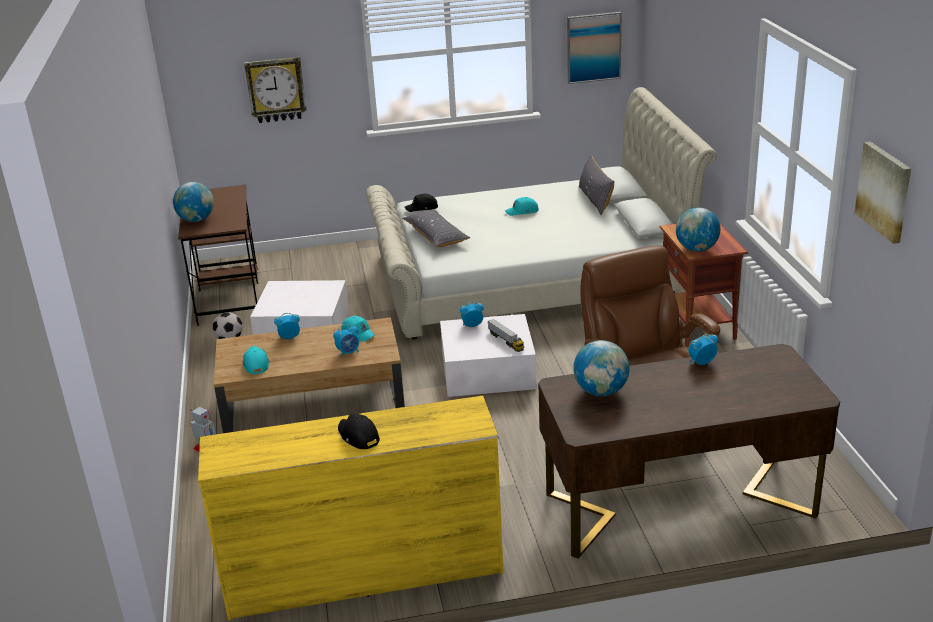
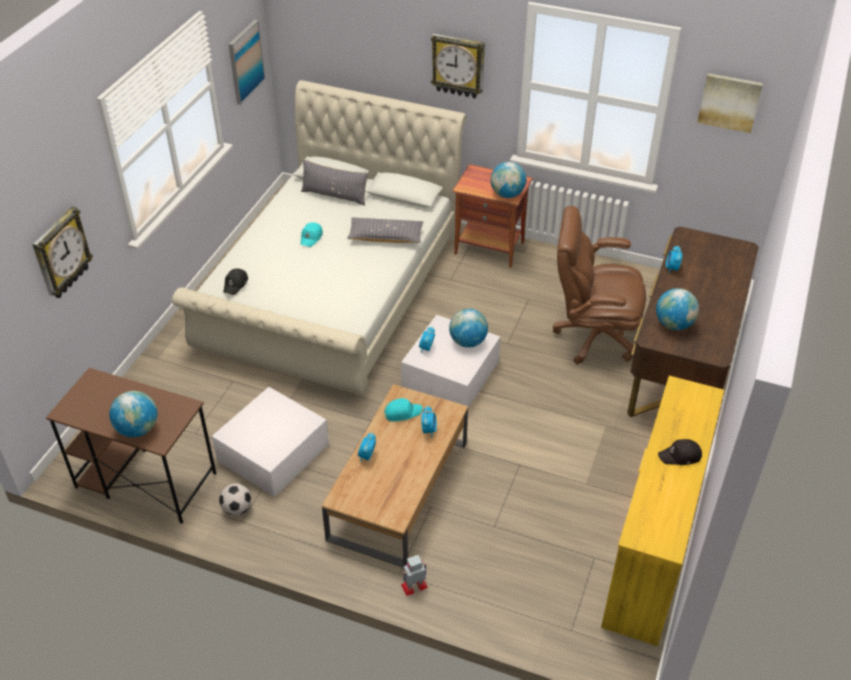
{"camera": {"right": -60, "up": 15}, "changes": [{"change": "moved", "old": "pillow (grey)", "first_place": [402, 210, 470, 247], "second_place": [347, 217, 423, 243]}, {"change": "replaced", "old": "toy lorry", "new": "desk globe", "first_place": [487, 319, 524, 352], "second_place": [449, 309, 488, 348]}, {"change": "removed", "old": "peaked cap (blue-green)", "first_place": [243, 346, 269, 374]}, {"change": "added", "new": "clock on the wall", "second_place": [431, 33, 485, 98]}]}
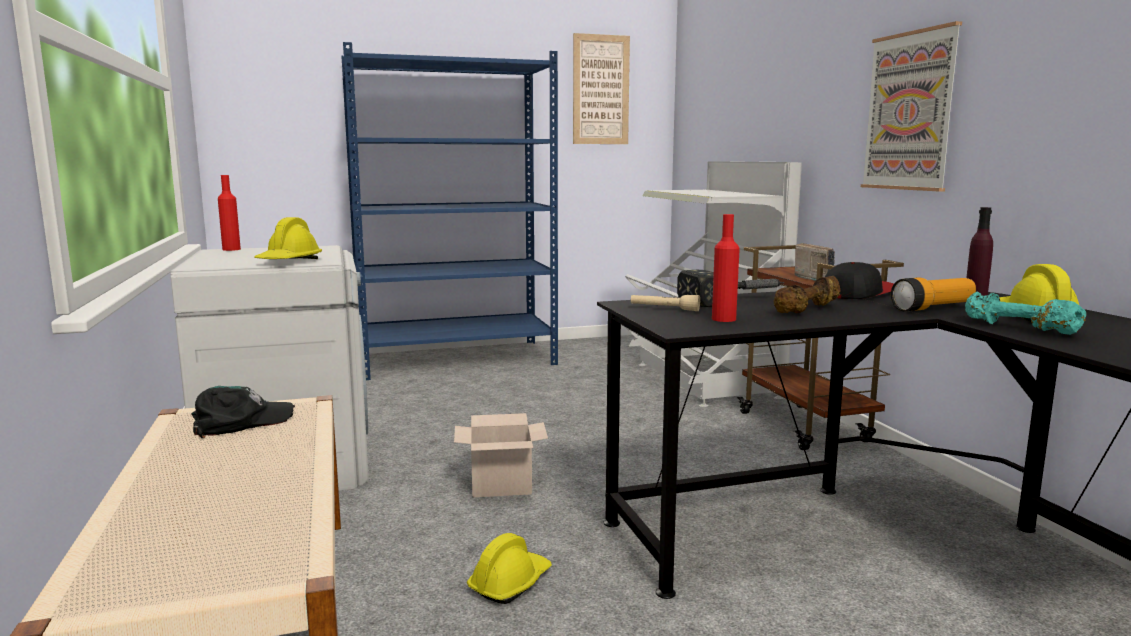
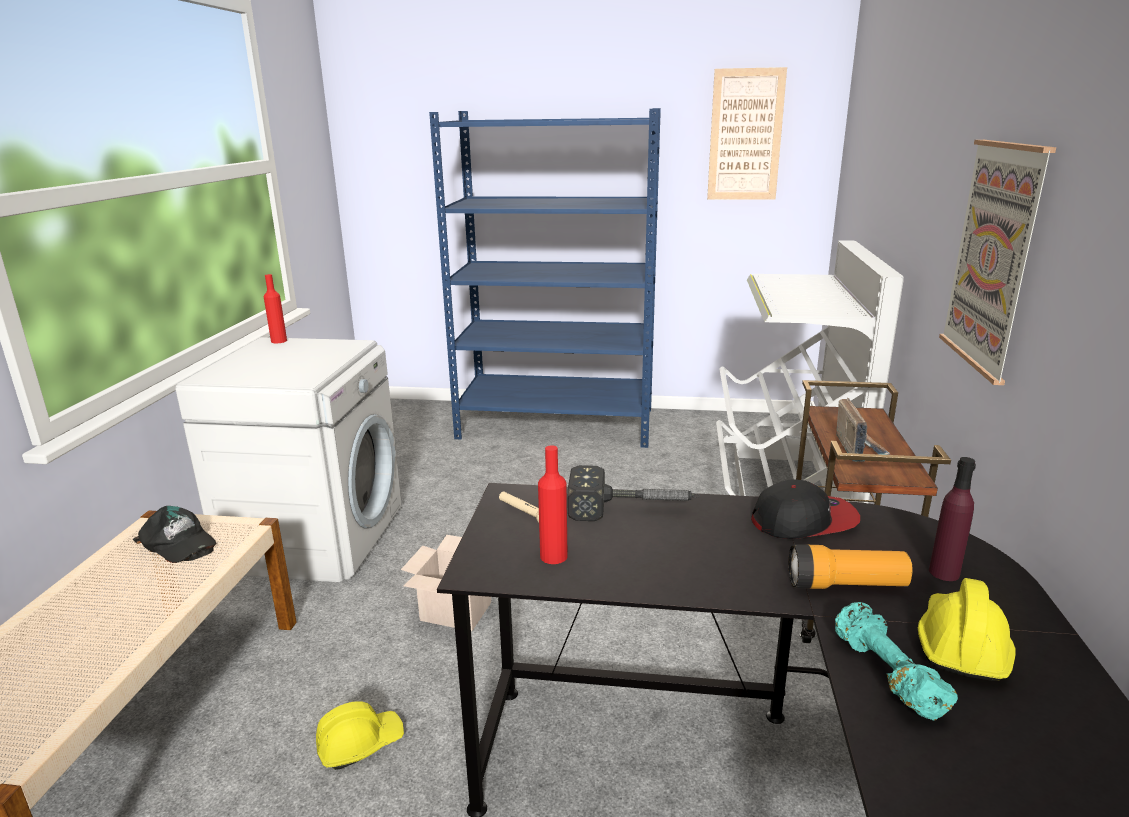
{"camera": {"right": 25, "up": 10}, "changes": [{"change": "removed", "old": "hard hat (yellow)", "first_place": [254, 217, 322, 259]}, {"change": "removed", "old": "dumbbell (brownish)", "first_place": [773, 276, 841, 313]}, {"change": "turned", "old": "peaked cap (black)", "first_place": [191, 386, 295, 438], "second_place": [133, 506, 217, 563], "degrees": 45}]}
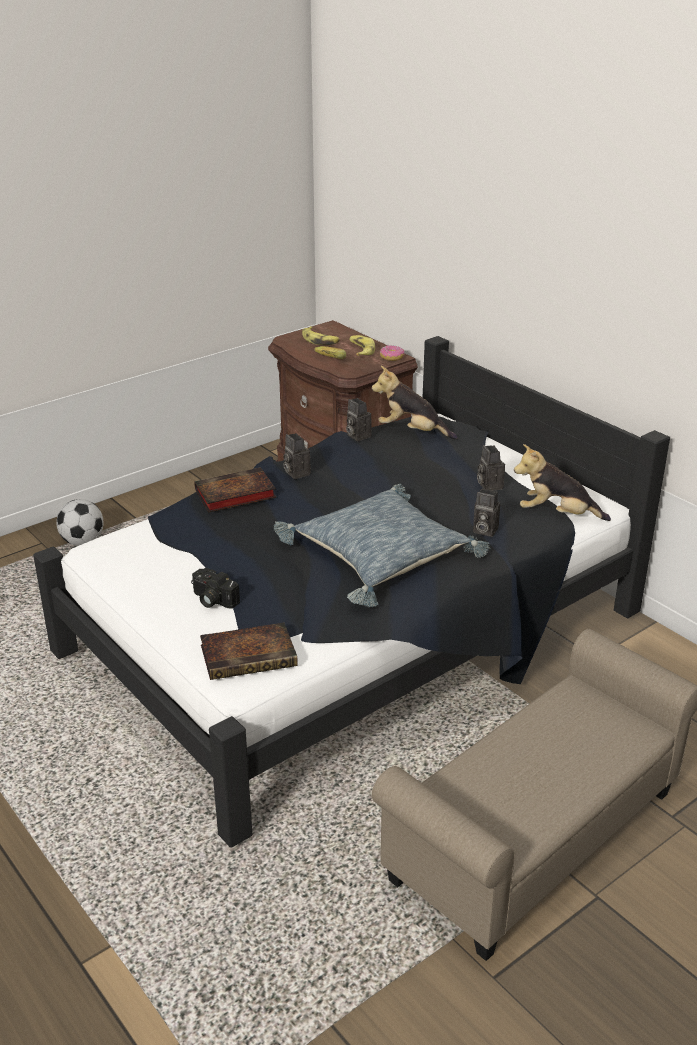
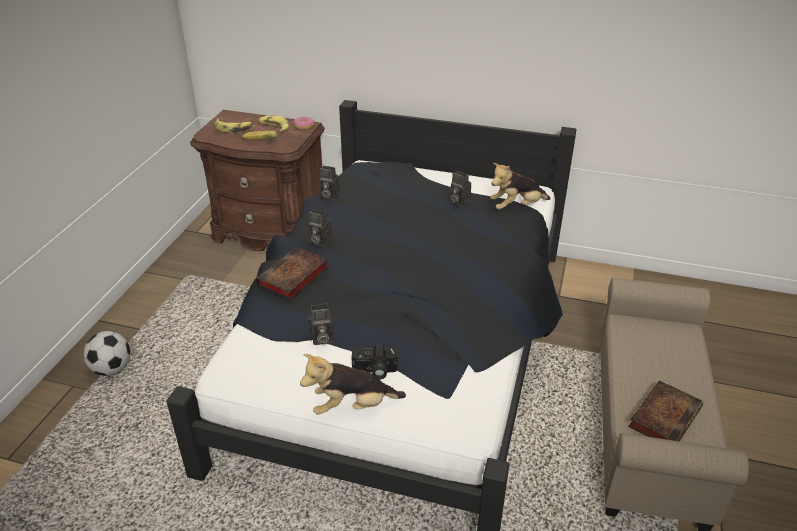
{"camera": {"right": -35, "up": 5}, "changes": [{"change": "moved", "old": "plush toy", "first_place": [372, 366, 458, 439], "second_place": [300, 354, 406, 415]}, {"change": "removed", "old": "pillow", "first_place": [273, 484, 490, 607]}, {"change": "moved", "old": "still camera", "first_place": [473, 489, 500, 537], "second_place": [307, 303, 333, 345]}, {"change": "moved", "old": "volume", "first_place": [200, 623, 298, 680], "second_place": [628, 381, 703, 441]}]}
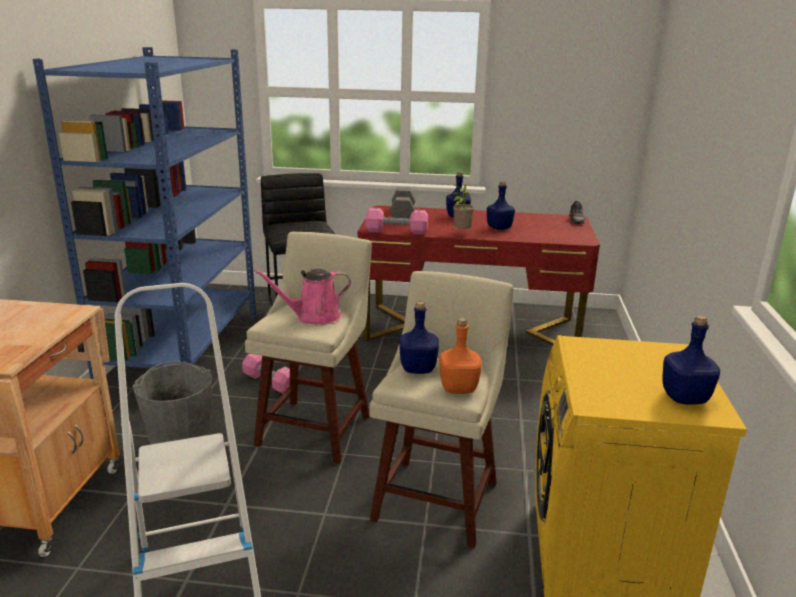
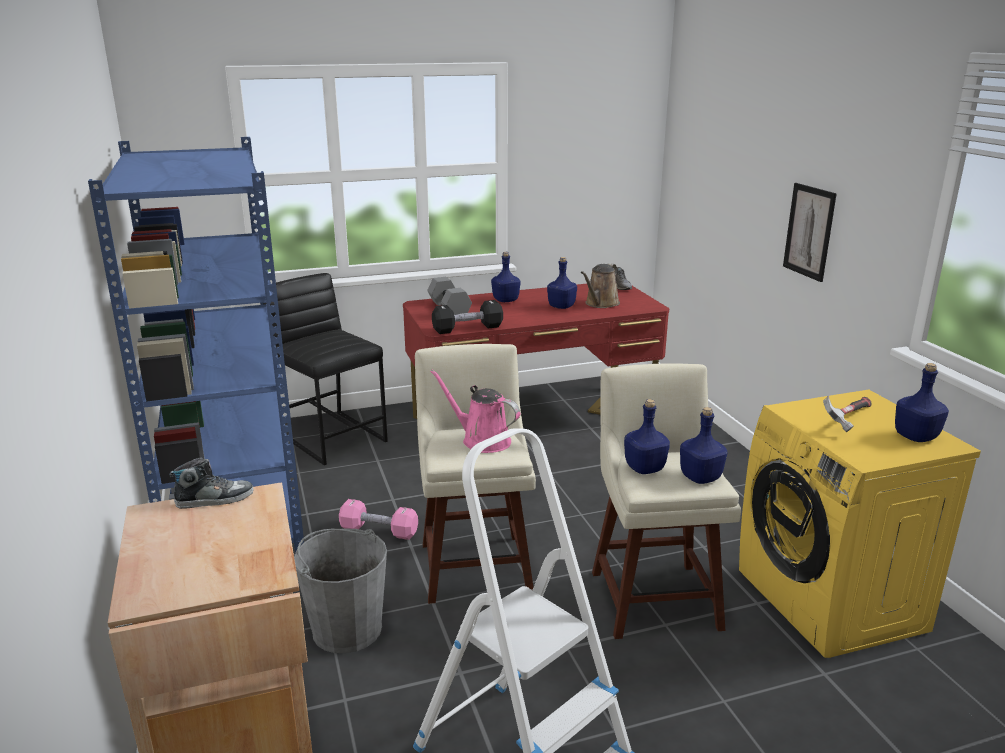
{"camera": {"right": -25, "up": 0}, "changes": [{"change": "removed", "old": "potted plant", "first_place": [453, 184, 474, 229]}, {"change": "recoloured", "old": "dumbbell (pink-coloured)", "new": "dumbbell (black)", "first_place": [365, 208, 428, 235], "second_place": [432, 300, 503, 334]}, {"change": "turned", "old": "sprinkling can (pink-coloured)", "first_place": [254, 269, 351, 325], "second_place": [430, 370, 520, 453], "degrees": 75}, {"change": "recoloured", "old": "beverage bottle (orangey)", "new": "beverage bottle (blue-coloured)", "first_place": [439, 318, 482, 394], "second_place": [680, 407, 728, 484]}, {"change": "added", "new": "wall picture", "second_place": [783, 183, 837, 282]}, {"change": "added", "new": "sprinkling can (brownish)", "second_place": [581, 263, 620, 308]}, {"change": "added", "new": "tool hammer", "second_place": [823, 395, 871, 432]}, {"change": "added", "new": "item of footwear", "second_place": [170, 457, 254, 509]}]}
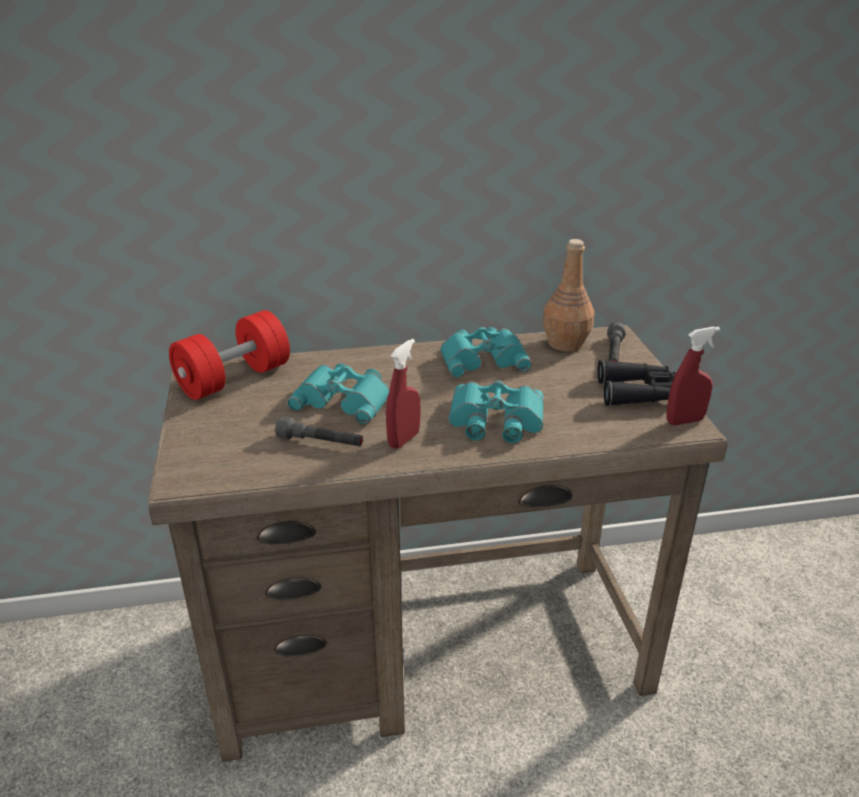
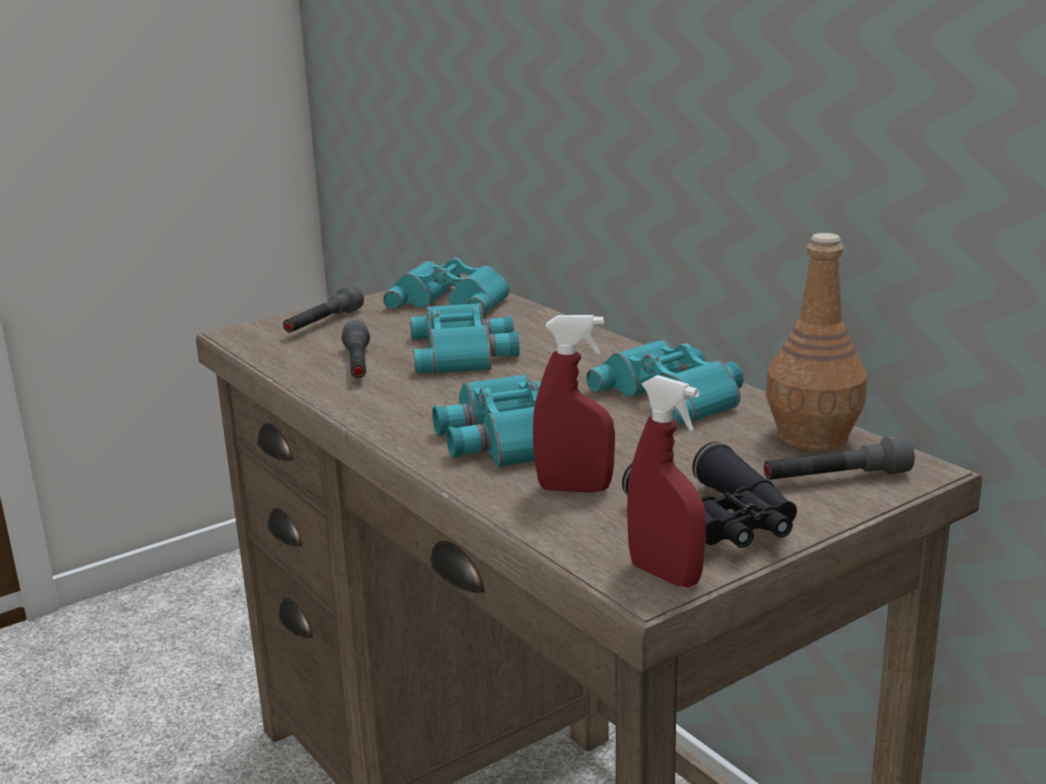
{"camera": {"right": 65, "up": -10}, "changes": [{"change": "replaced", "old": "dumbbell (red-coloured)", "new": "pair of binoculars (blue-green)", "first_place": [169, 310, 290, 400], "second_place": [383, 257, 510, 314]}, {"change": "moved", "old": "sprayer (red-coloured)", "first_place": [386, 339, 421, 449], "second_place": [533, 315, 615, 493]}, {"change": "added", "new": "hand torch (grey)", "second_place": [283, 285, 364, 333]}]}
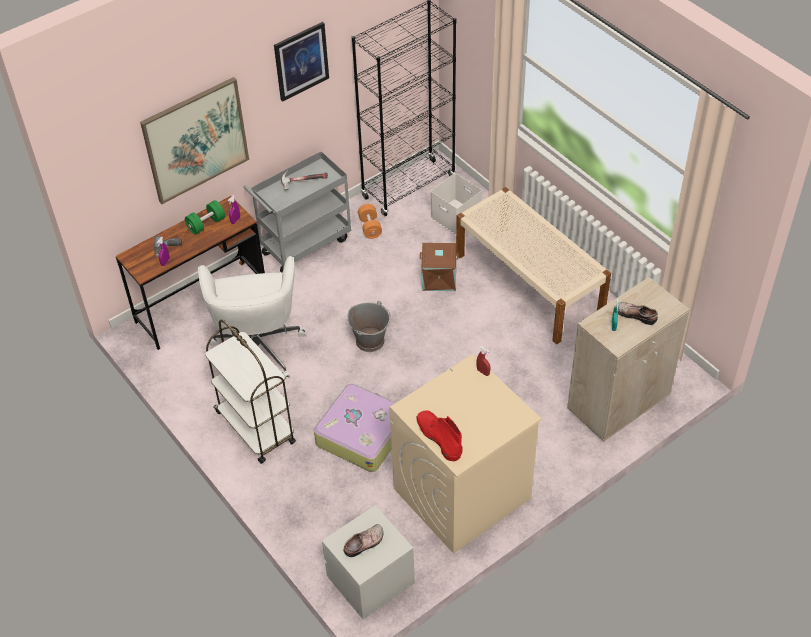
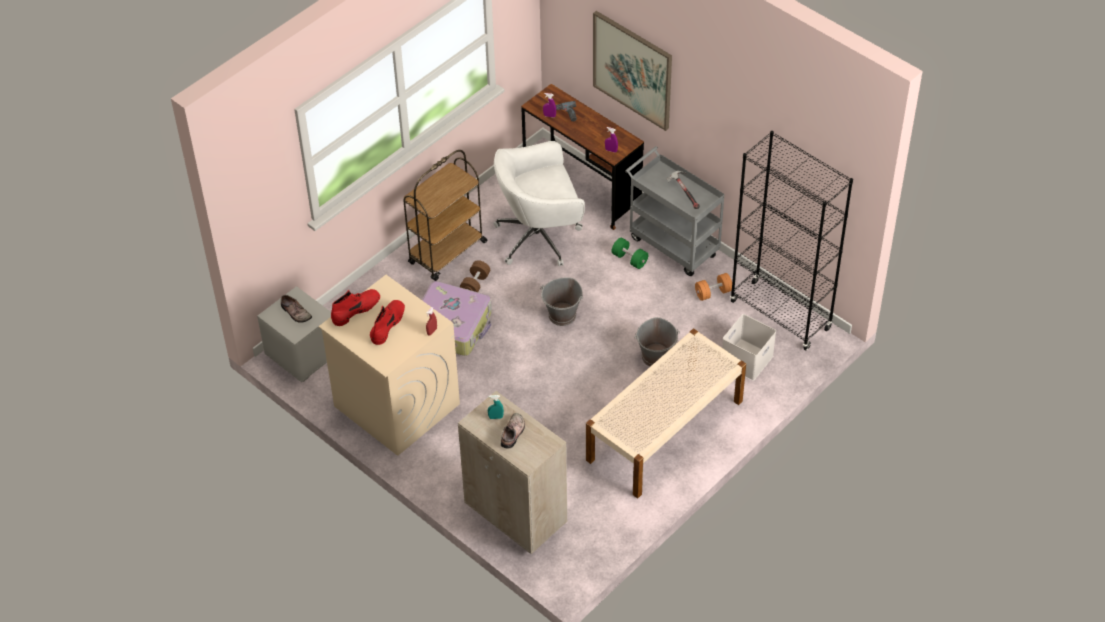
{"camera": {"right": 80, "up": 0}, "changes": [{"change": "removed", "old": "wall picture", "first_place": [274, 22, 329, 102]}, {"change": "moved", "old": "dumbbell (greenish)", "first_place": [185, 200, 225, 235], "second_place": [611, 238, 648, 269]}, {"change": "replaced", "old": "storage box (brownish)", "new": "pail (grey)", "first_place": [420, 243, 459, 291], "second_place": [634, 317, 680, 367]}, {"change": "recoloured", "old": "trolley (white-coloured)", "new": "trolley (brownish)", "first_place": [205, 320, 296, 464], "second_place": [403, 150, 487, 281]}, {"change": "added", "new": "dumbbell (brownish)", "second_place": [460, 260, 490, 292]}, {"change": "added", "new": "tall boot (red-coloured)", "second_place": [370, 300, 405, 345]}]}
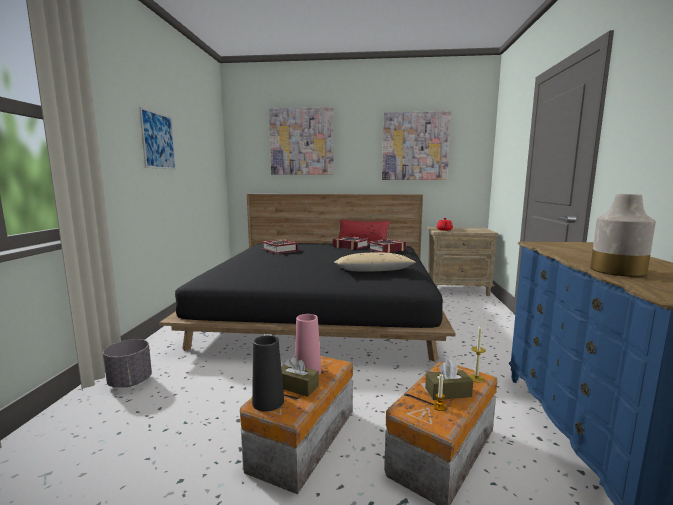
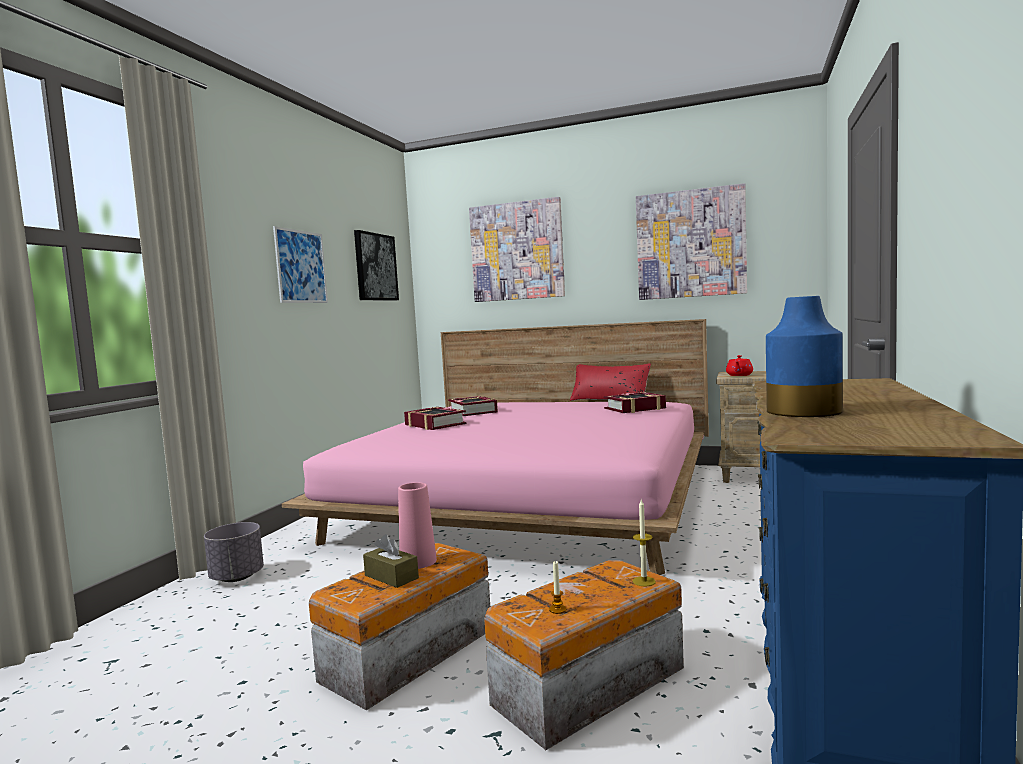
{"camera": {"right": 15, "up": -5}, "changes": [{"change": "recoloured", "old": "bed (black)", "new": "bed (pink-coloured)", "first_place": [159, 194, 456, 362], "second_place": [282, 319, 709, 575]}, {"change": "recoloured", "old": "flower vase (beige-coloured)", "new": "flower vase (blue-coloured)", "first_place": [590, 194, 656, 277], "second_place": [766, 296, 843, 417]}, {"change": "moved", "old": "volume", "first_place": [333, 236, 370, 250], "second_place": [404, 407, 467, 430]}, {"change": "removed", "old": "pillow (beige-coloured)", "first_place": [334, 252, 416, 271]}, {"change": "removed", "old": "flower vase (black)", "first_place": [252, 335, 284, 412]}, {"change": "removed", "old": "tissue holder (brownish)", "first_place": [425, 360, 473, 400]}, {"change": "added", "new": "wall picture", "second_place": [354, 230, 399, 301]}]}
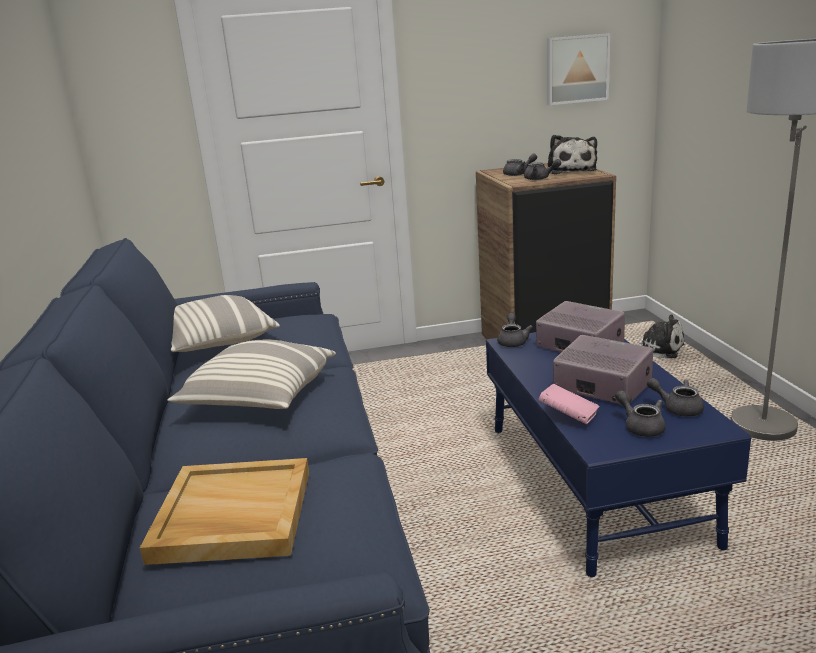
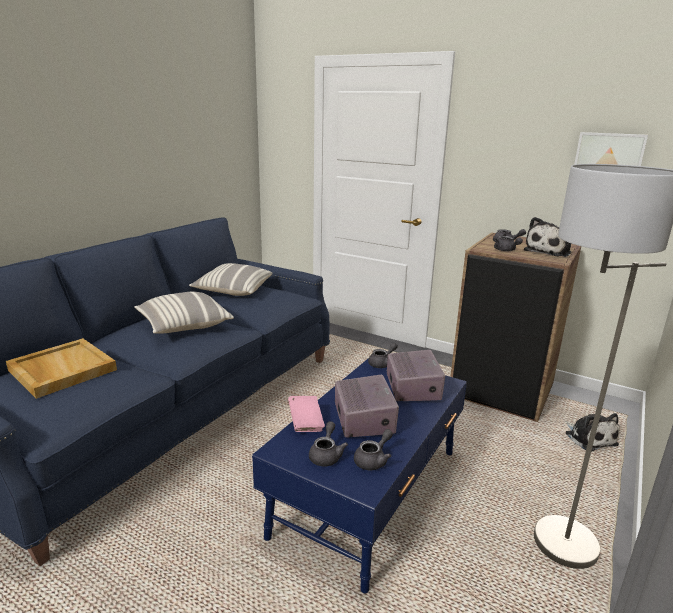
{"camera": {"right": 40, "up": 0}, "changes": [{"change": "turned", "old": "teapot (grey)", "first_place": [647, 378, 704, 416], "second_place": [354, 429, 393, 471], "degrees": 60}]}
